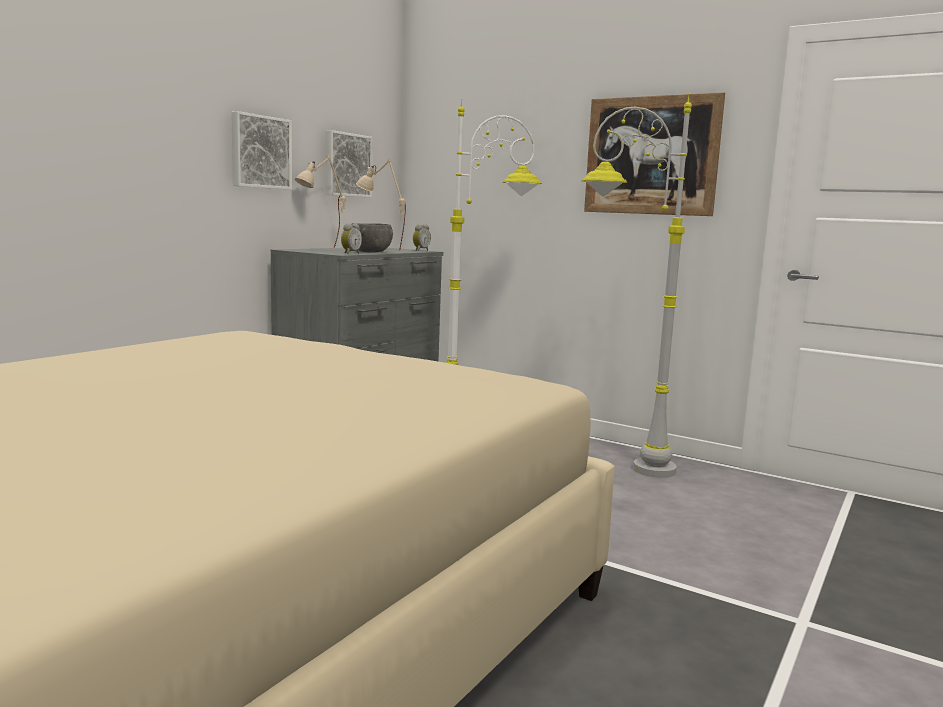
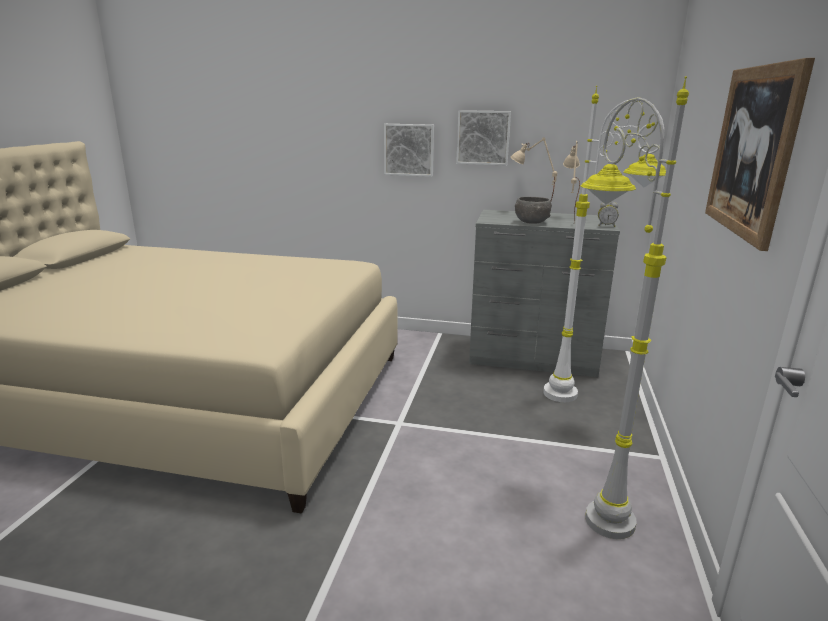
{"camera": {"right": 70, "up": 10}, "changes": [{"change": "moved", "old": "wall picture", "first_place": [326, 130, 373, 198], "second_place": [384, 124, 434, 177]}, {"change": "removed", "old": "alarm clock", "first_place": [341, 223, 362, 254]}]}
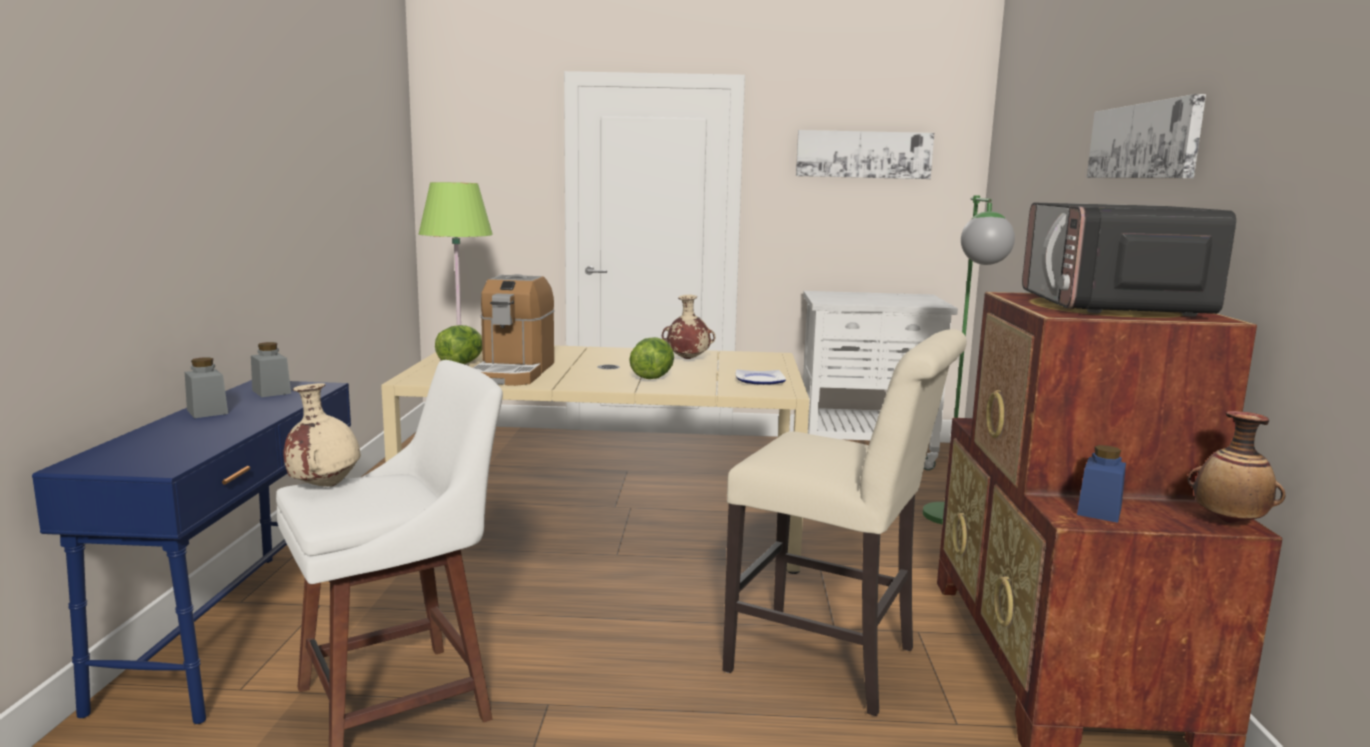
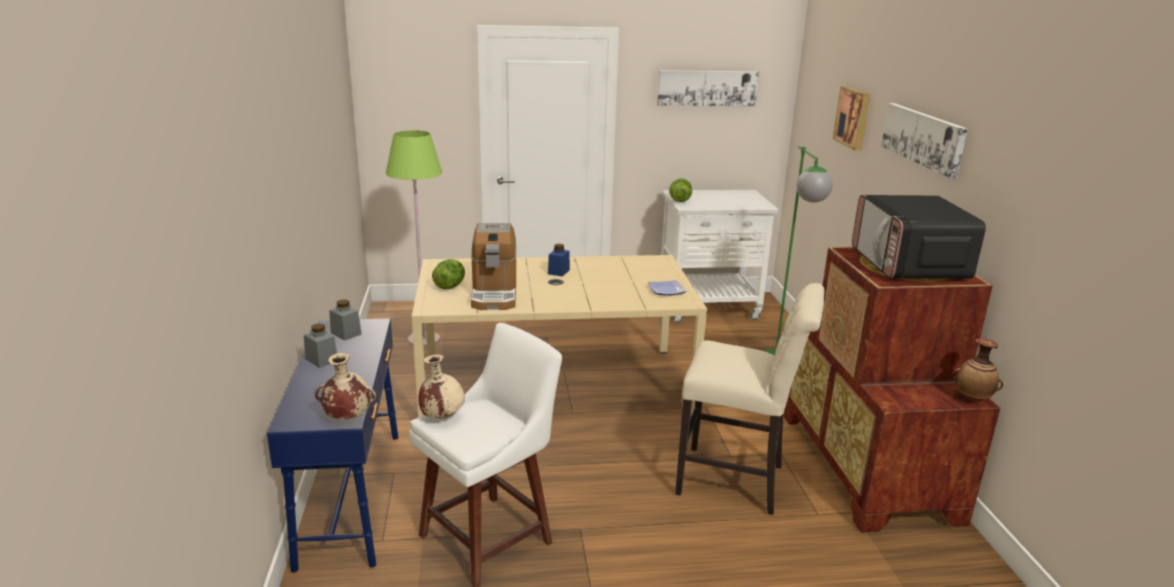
{"camera": {"right": -10, "up": 10}, "changes": [{"change": "moved", "old": "flower vase (beige-coloured)", "first_place": [662, 295, 716, 359], "second_place": [315, 353, 376, 419]}, {"change": "moved", "old": "lettuce", "first_place": [629, 337, 674, 379], "second_place": [669, 178, 692, 202]}, {"change": "moved", "old": "storage jar (blue-coloured)", "first_place": [1077, 445, 1126, 523], "second_place": [548, 244, 570, 277]}, {"change": "added", "new": "wall picture", "second_place": [833, 87, 870, 151]}]}
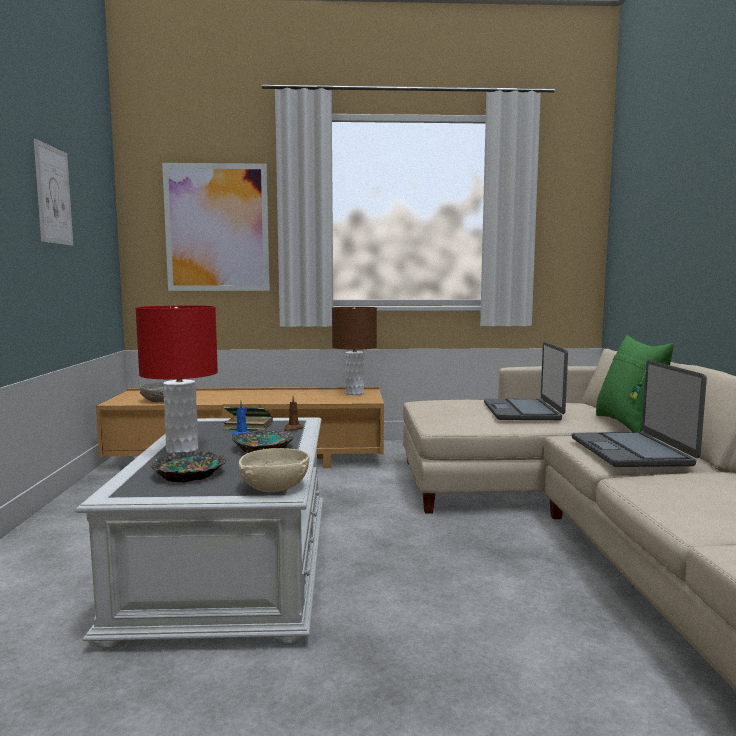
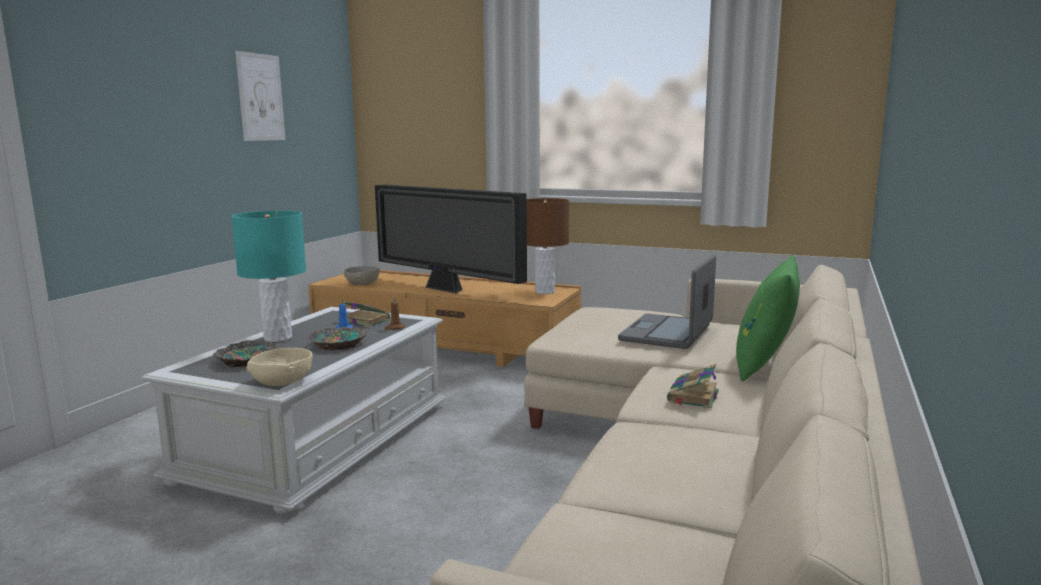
{"camera": {"right": 25, "up": 5}, "changes": [{"change": "removed", "old": "wall picture", "first_place": [162, 163, 270, 291]}, {"change": "recoloured", "old": "table lamp (red-coloured)", "new": "table lamp (blue-green)", "first_place": [135, 305, 218, 453], "second_place": [231, 211, 306, 342]}, {"change": "replaced", "old": "notebook computer", "new": "volume", "first_place": [572, 360, 707, 467], "second_place": [667, 364, 719, 408]}, {"change": "added", "new": "TV set", "second_place": [375, 184, 527, 293]}]}
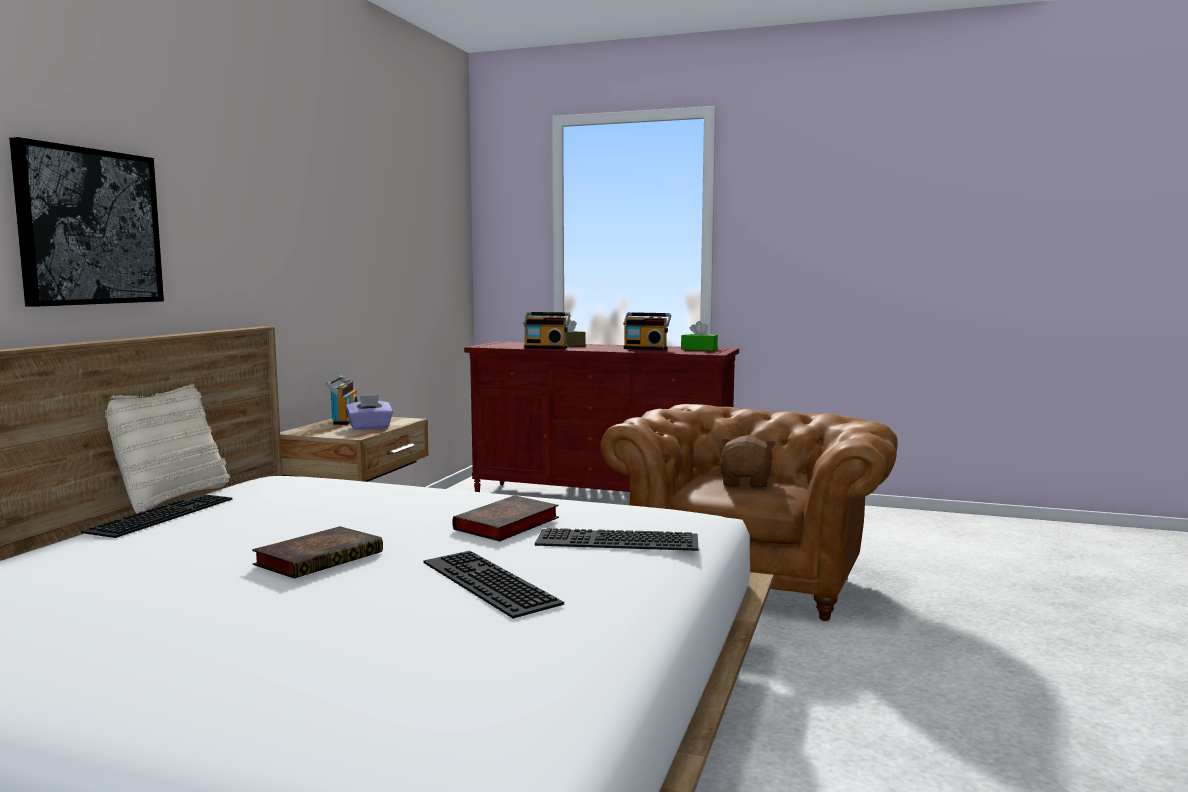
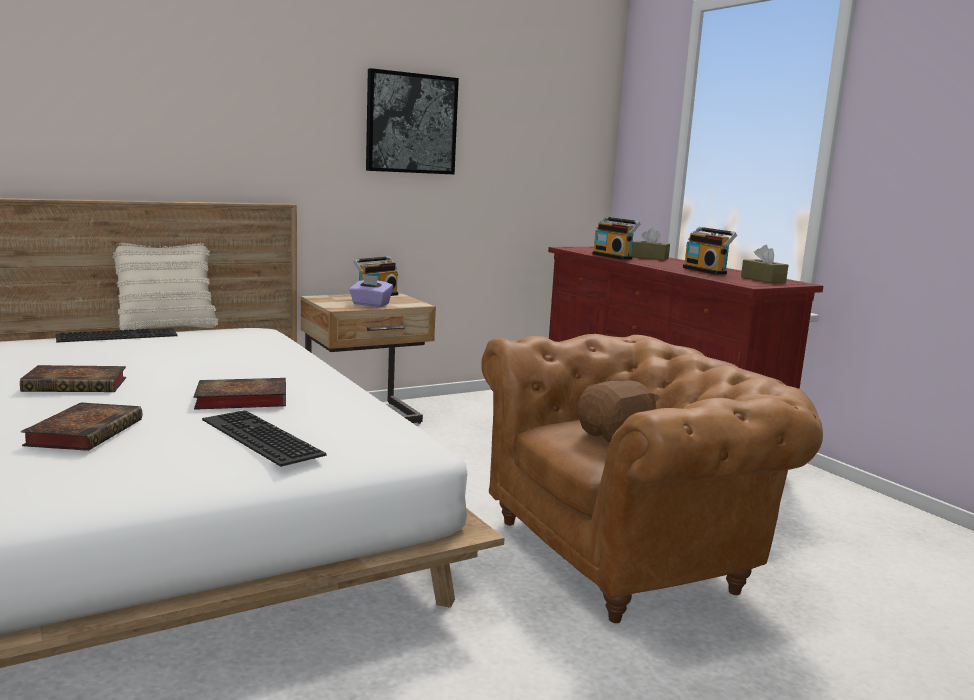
{"camera": {"right": 40, "up": 5}, "changes": [{"change": "moved", "old": "wall picture", "first_place": [9, 137, 164, 307], "second_place": [366, 68, 459, 175]}, {"change": "recoloured", "old": "tissue holder (greenish)", "new": "tissue holder (brownish)", "first_place": [681, 321, 718, 351], "second_place": [741, 245, 788, 283]}, {"change": "replaced", "old": "PC keyboard", "new": "volume", "first_place": [424, 551, 564, 619], "second_place": [21, 403, 142, 451]}]}
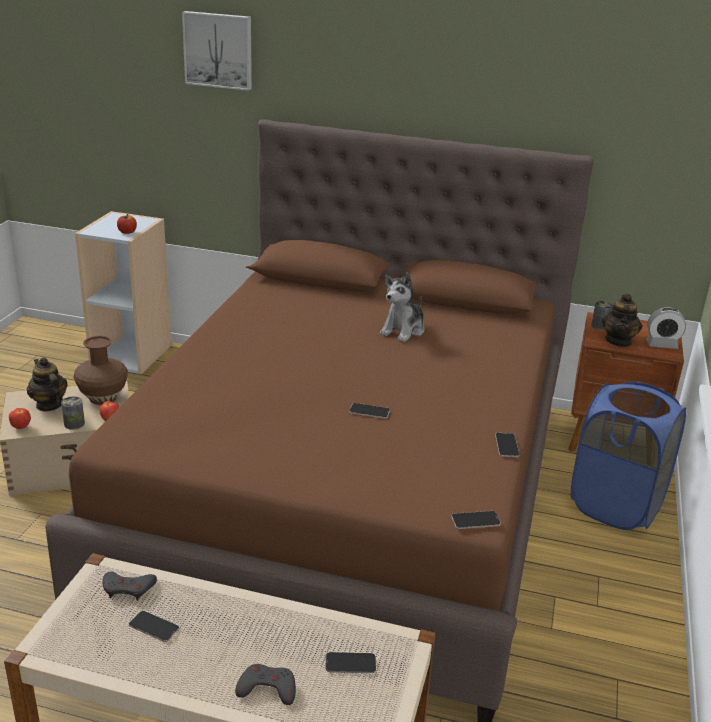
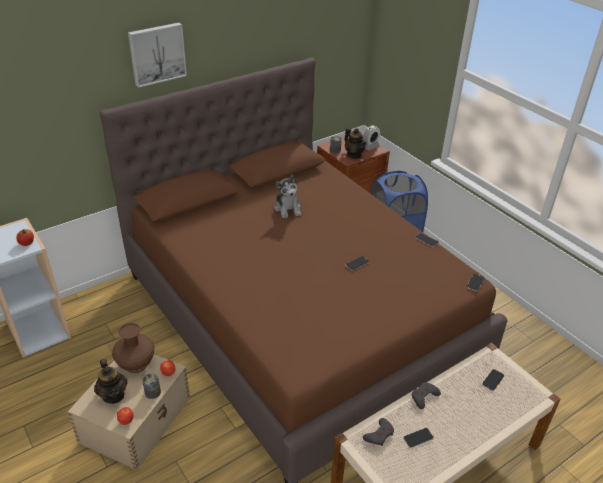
{"camera": {"right": -50, "up": 10}, "changes": [{"change": "moved", "old": "wall picture", "first_place": [182, 11, 252, 91], "second_place": [128, 23, 187, 88]}, {"change": "turned", "old": "teapot", "first_place": [27, 357, 68, 411], "second_place": [94, 359, 127, 404], "degrees": -120}, {"change": "moved", "old": "gamepad (grey)", "first_place": [235, 664, 296, 705], "second_place": [411, 382, 441, 409]}]}
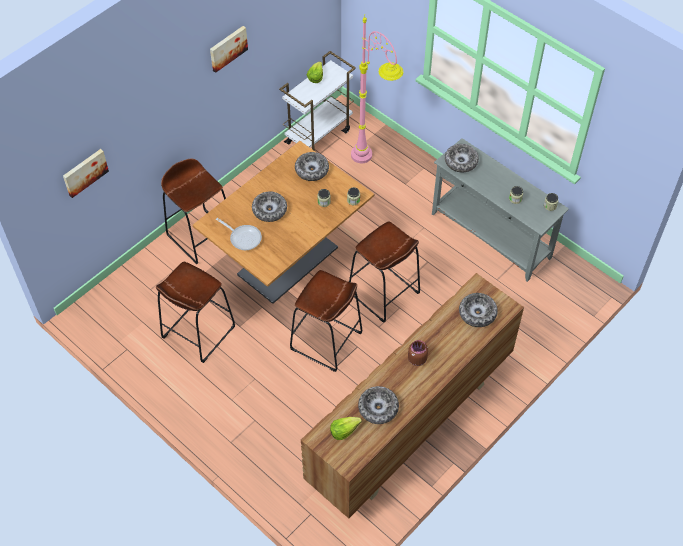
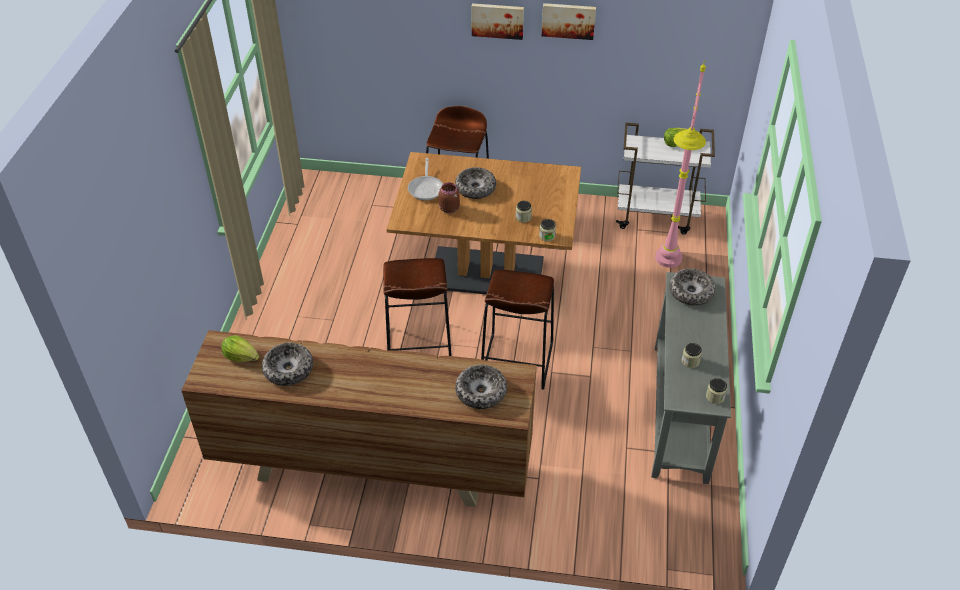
{"camera": {"right": 55, "up": -10}, "changes": [{"change": "moved", "old": "wall picture", "first_place": [63, 149, 109, 198], "second_place": [471, 3, 524, 40]}, {"change": "removed", "old": "bowl", "first_place": [295, 152, 329, 181]}, {"change": "removed", "old": "stool seat (brownish)", "first_place": [156, 262, 235, 363]}, {"change": "moved", "old": "storage jar (brownish)", "first_place": [408, 340, 428, 366], "second_place": [439, 182, 460, 213]}]}
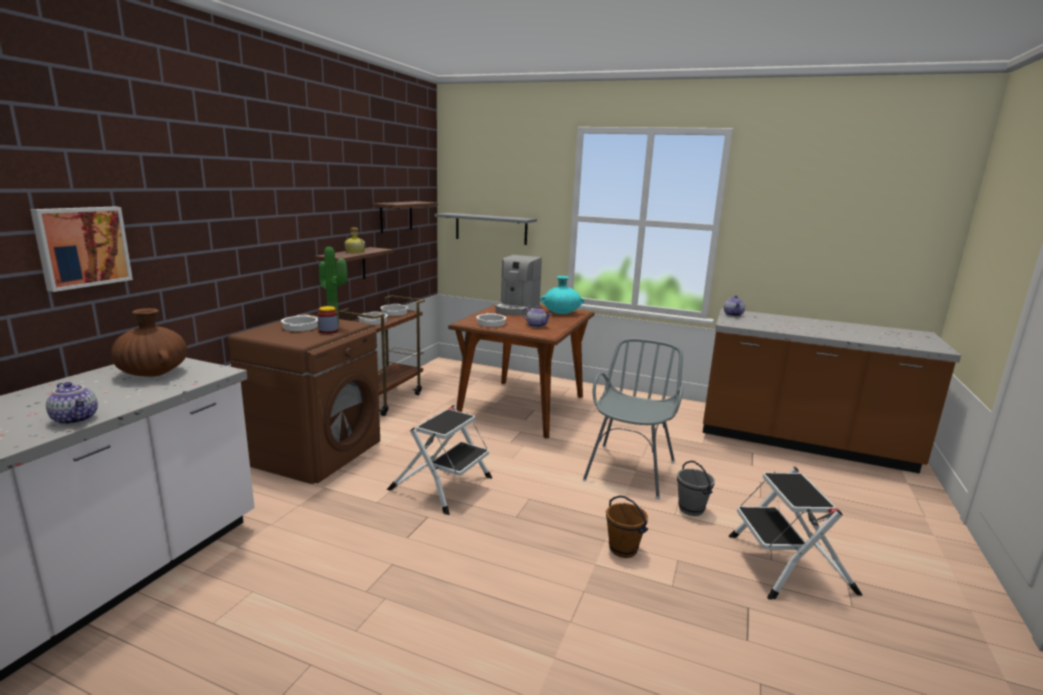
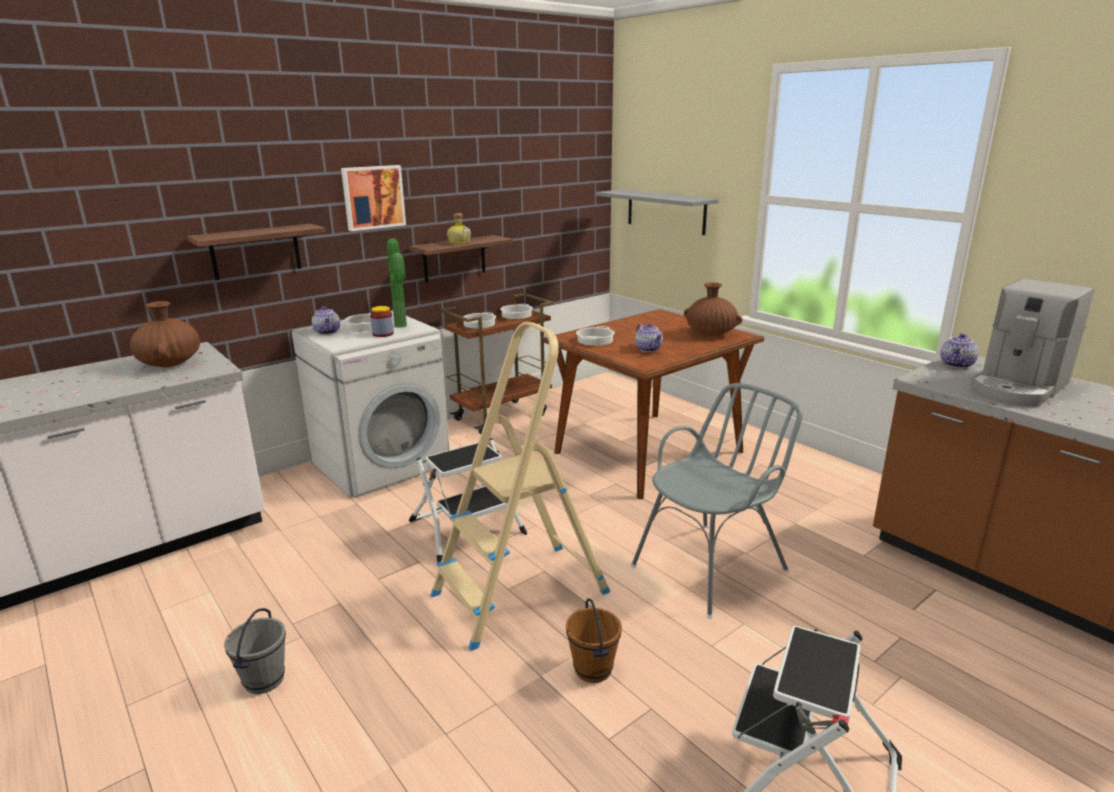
{"camera": {"right": 30, "up": 5}, "changes": [{"change": "moved", "old": "wall shelf", "first_place": [373, 201, 438, 233], "second_place": [188, 224, 326, 280]}, {"change": "moved", "old": "wall picture", "first_place": [30, 207, 133, 292], "second_place": [341, 165, 406, 231]}, {"change": "moved", "old": "coffee maker", "first_place": [495, 255, 542, 315], "second_place": [970, 279, 1095, 406]}, {"change": "recoloured", "old": "flower vase (blue-green)", "new": "flower vase (brownish)", "first_place": [541, 276, 584, 314], "second_place": [684, 282, 742, 336]}, {"change": "recoloured", "old": "laundry appliance (brownish)", "new": "laundry appliance (white-coloured)", "first_place": [228, 314, 380, 484], "second_place": [292, 311, 450, 497]}, {"change": "moved", "old": "teapot", "first_place": [46, 382, 98, 425], "second_place": [312, 306, 340, 335]}, {"change": "moved", "old": "pail (grey)", "first_place": [677, 461, 715, 516], "second_place": [224, 608, 286, 694]}, {"change": "added", "new": "stepladder (beige-coloured)", "second_place": [430, 322, 610, 651]}]}
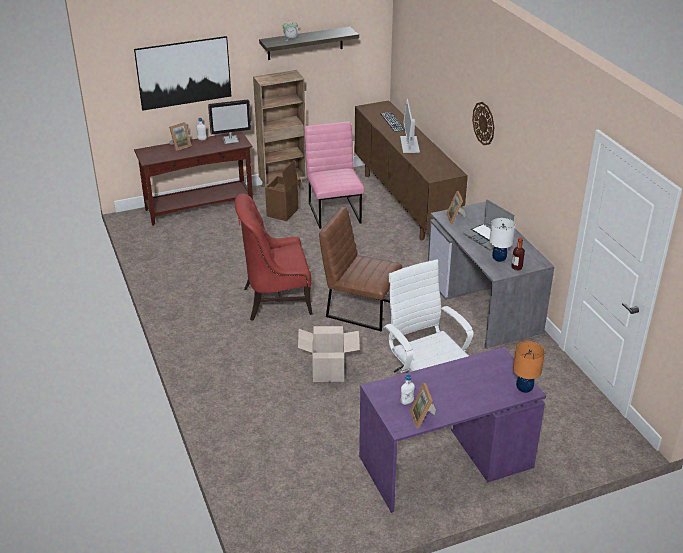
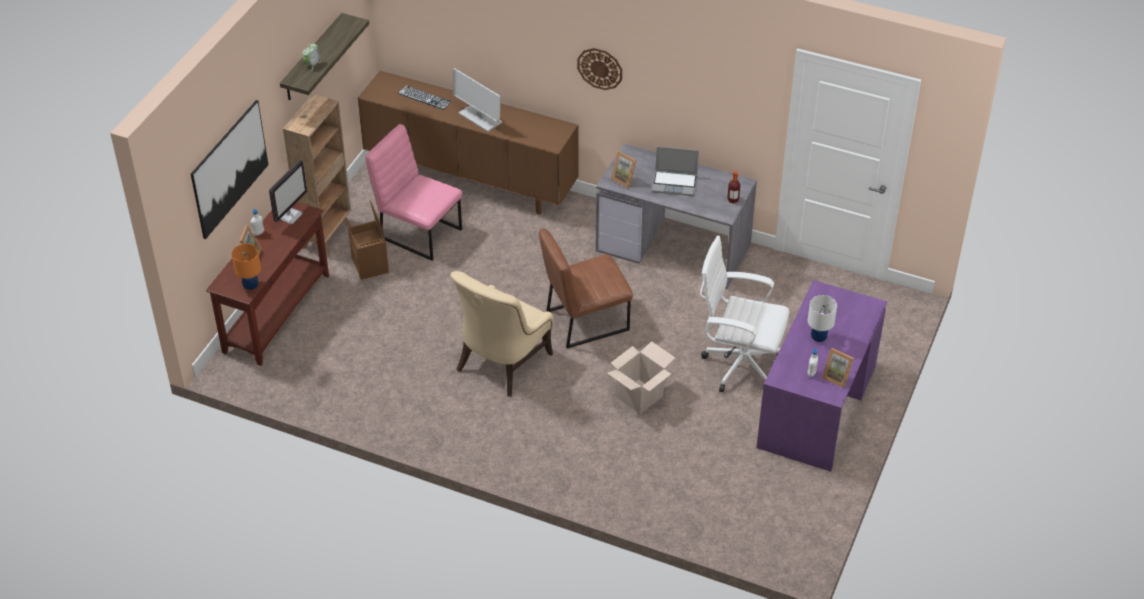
{"camera": {"right": -45, "up": 10}, "changes": [{"change": "recoloured", "old": "chair (red-coloured)", "new": "chair (beige-coloured)", "first_place": [235, 193, 313, 321], "second_place": [450, 271, 554, 397]}, {"change": "moved", "old": "table lamp (white-coloured)", "first_place": [489, 218, 515, 262], "second_place": [808, 295, 837, 342]}, {"change": "moved", "old": "table lamp (orangey)", "first_place": [513, 341, 545, 393], "second_place": [232, 244, 261, 290]}]}
